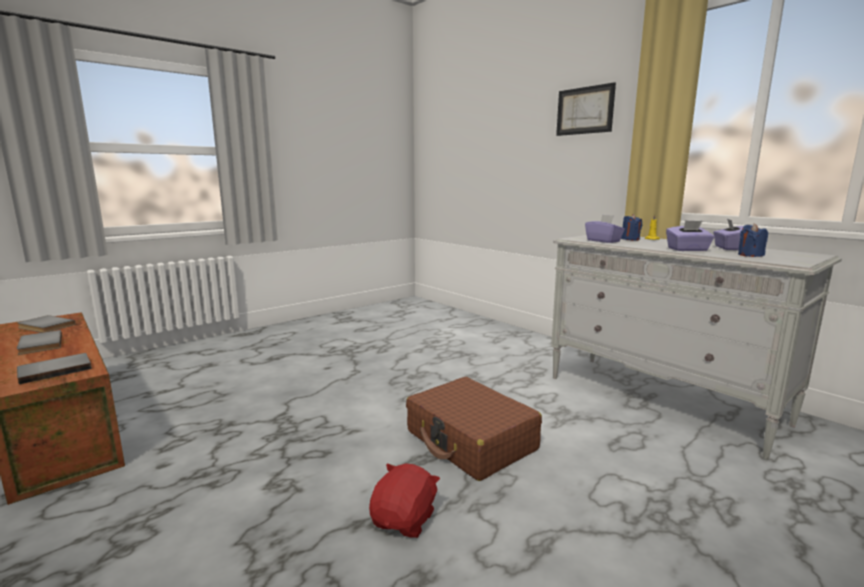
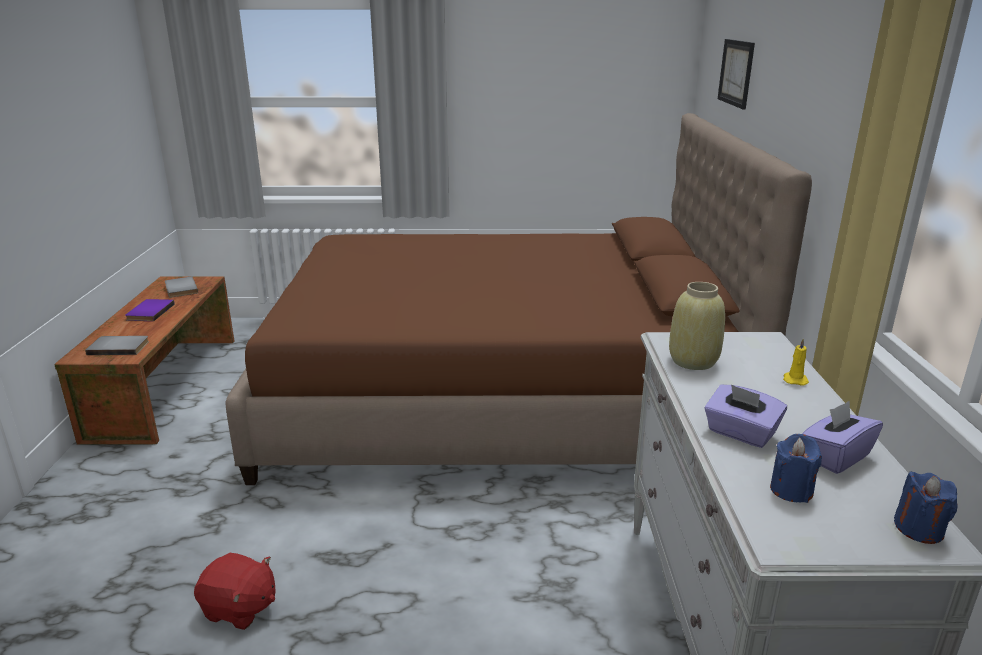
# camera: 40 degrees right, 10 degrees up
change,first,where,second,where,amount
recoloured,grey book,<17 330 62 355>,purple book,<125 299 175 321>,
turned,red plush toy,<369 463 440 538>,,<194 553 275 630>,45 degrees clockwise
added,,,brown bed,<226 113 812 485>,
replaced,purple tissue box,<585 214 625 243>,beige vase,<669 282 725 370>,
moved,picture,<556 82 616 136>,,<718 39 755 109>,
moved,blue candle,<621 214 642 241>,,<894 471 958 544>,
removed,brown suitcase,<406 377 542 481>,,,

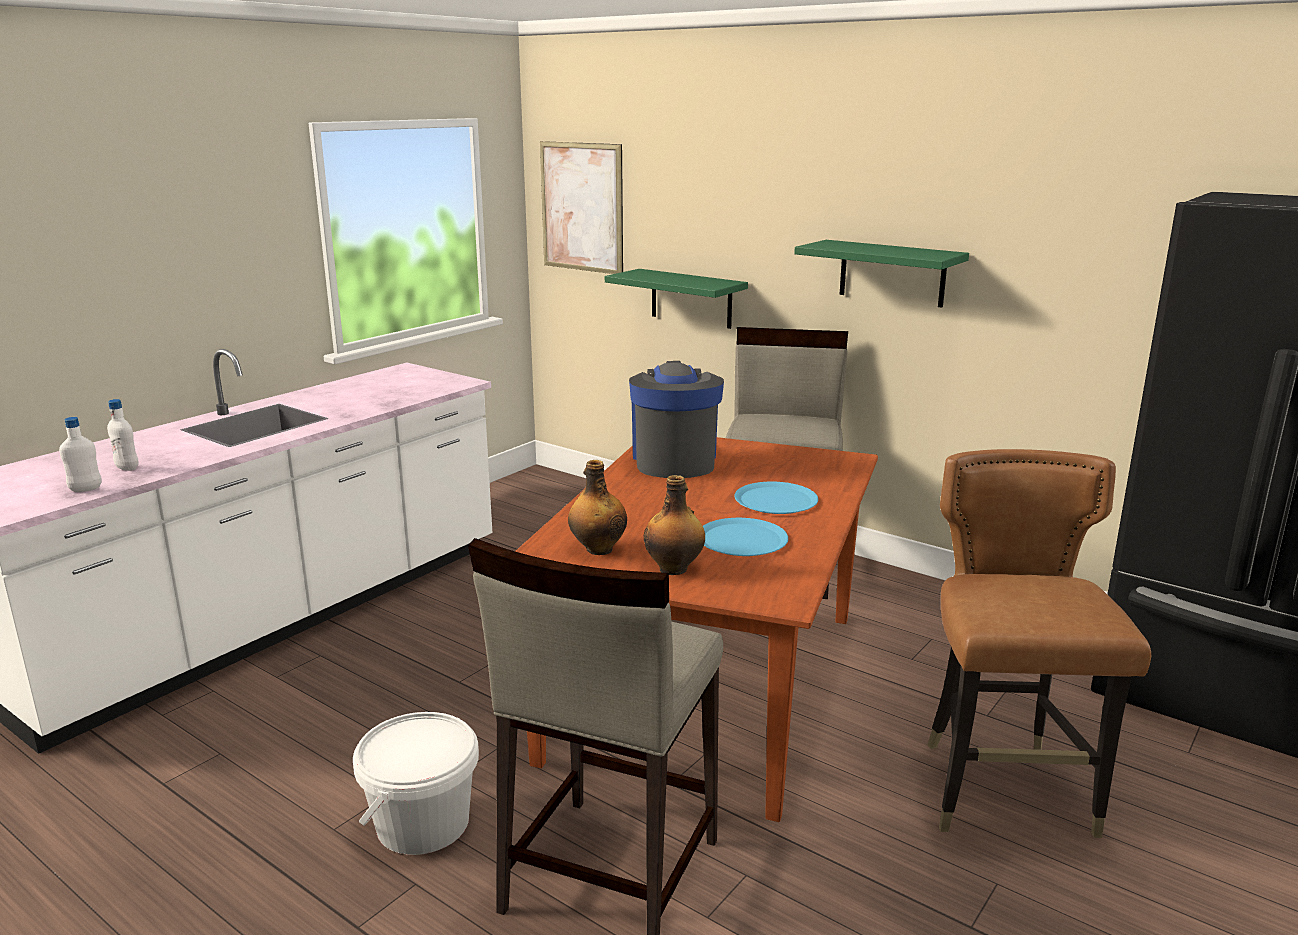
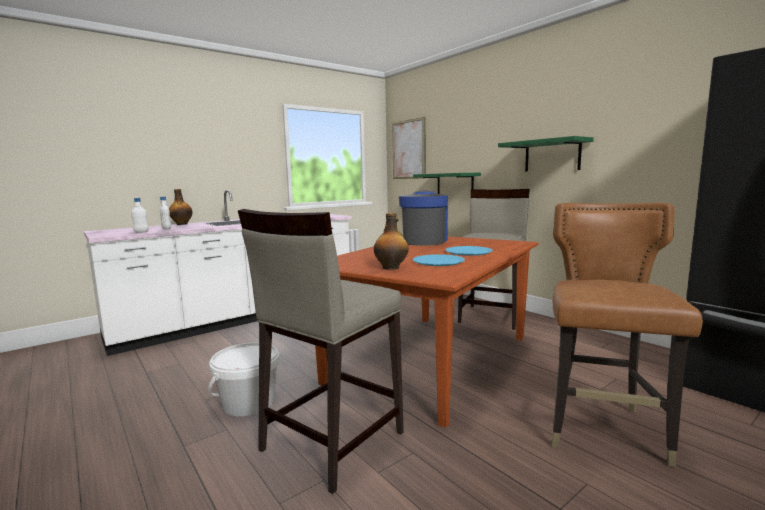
# camera: 15 degrees right, 10 degrees down
change,first,where,second,where,amount
moved,bottle,<568 460 627 555>,,<169 189 193 225>,

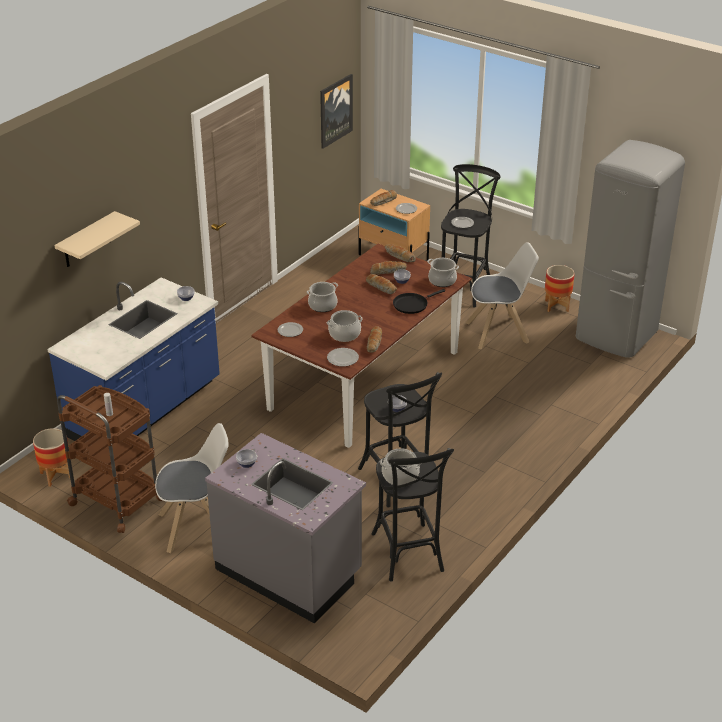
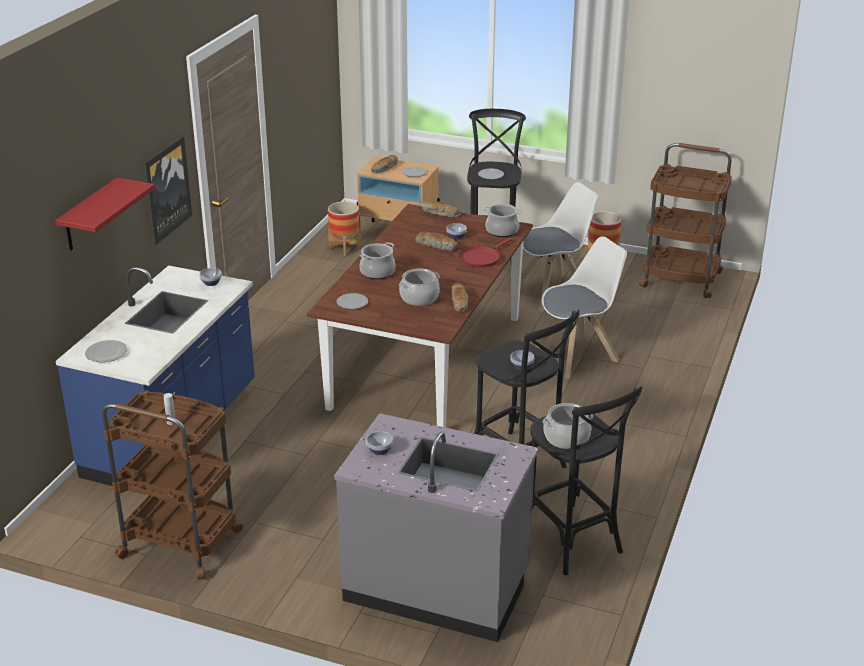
# camera: 15 degrees left, 5 degrees down
change,first,where,second,where,amount
recoloured,beige shelf,<55 211 140 267>,red shelf,<55 178 155 250>,
moved,plate,<327 348 359 367>,,<85 340 128 362>,
moved,picture,<320 74 353 149>,,<143 136 192 245>,
moved,planter,<33 428 70 487>,,<328 201 361 256>,
recoloured,black frying pan,<393 289 445 314>,red frying pan,<459 238 512 268>,
moved,chair,<155 423 229 553>,,<536 236 627 379>,
replaced,grey fridge,<576 140 685 358>,brown cart,<639 143 732 298>,
removed,bread,<370 261 407 275>,,,

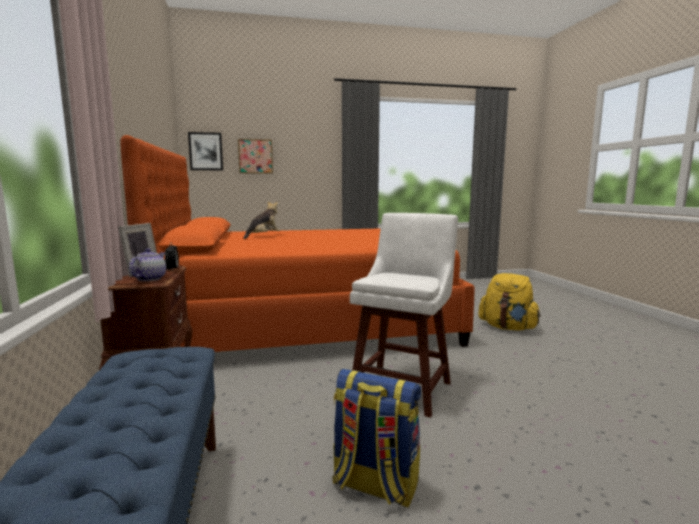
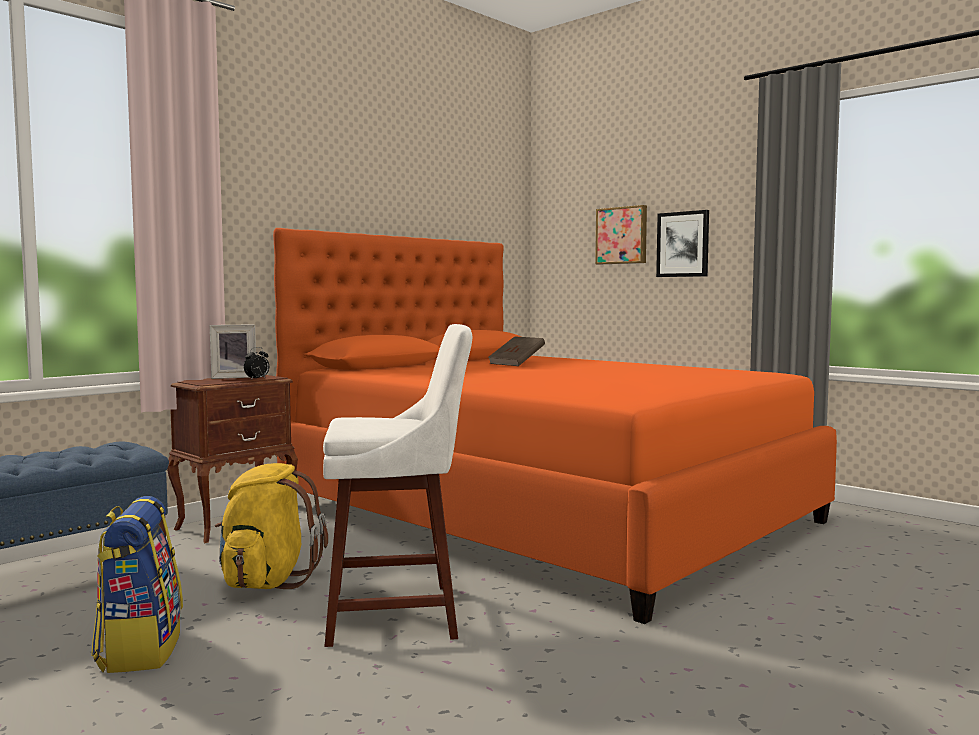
# camera: 55 degrees right, 5 degrees down
change,first,where,second,where,amount
moved,yellow backpack,<479 273 541 330>,,<215 463 328 589>,
replaced,plush toy,<243 201 280 239>,brown book,<488 336 545 366>,
moved,picture,<188 132 223 170>,,<656 210 709 277>,
removed,teapot,<129 248 166 281>,,,

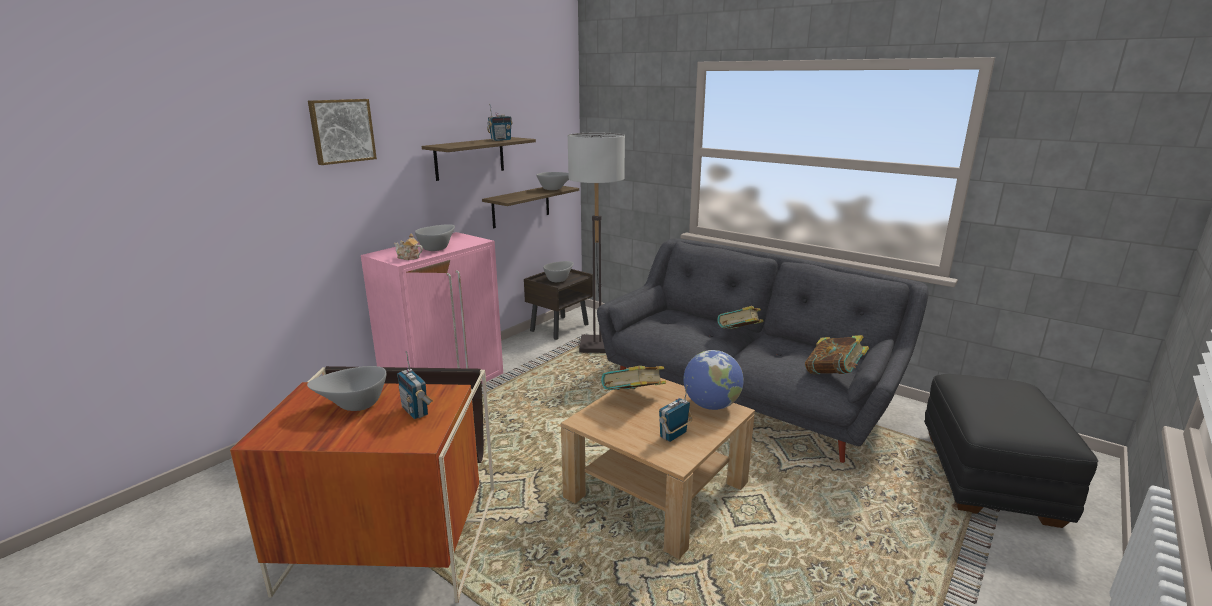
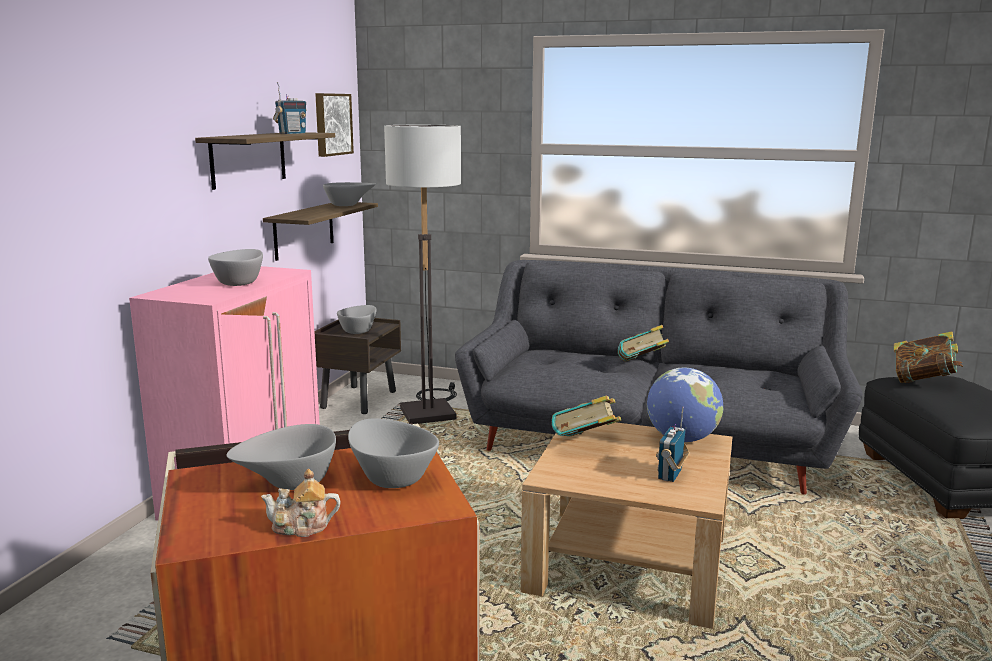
# camera: 20 degrees left, 5 degrees down
change,first,where,second,where,amount
moved,teapot,<394 234 423 260>,,<261 469 340 537>,
moved,picture,<308 99 377 165>,,<315 93 354 157>,
replaced,radio,<397 351 432 419>,grey bowl,<348 418 439 488>,
moved,book,<805 335 869 374>,,<894 331 963 383>,

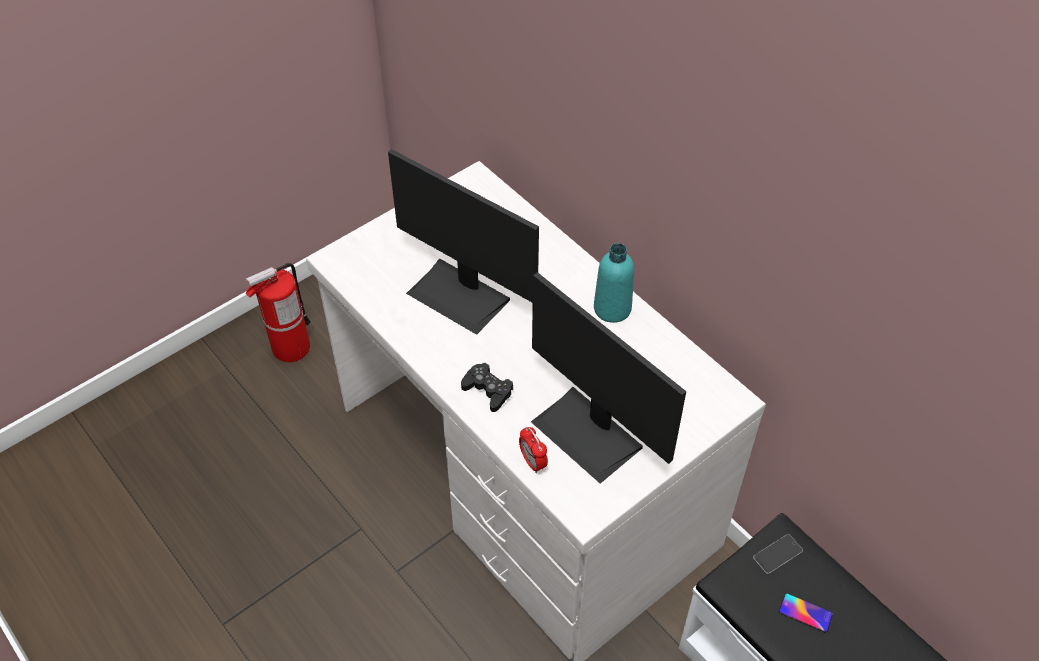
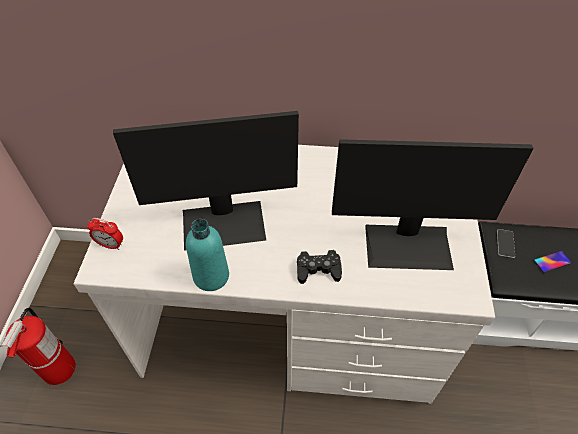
# camera: 45 degrees left, 0 degrees up
change,first,where,second,where,amount
moved,alarm clock,<519 427 548 473>,,<87 218 123 250>,
moved,turquoise bottle,<594 243 634 323>,,<186 219 229 291>,

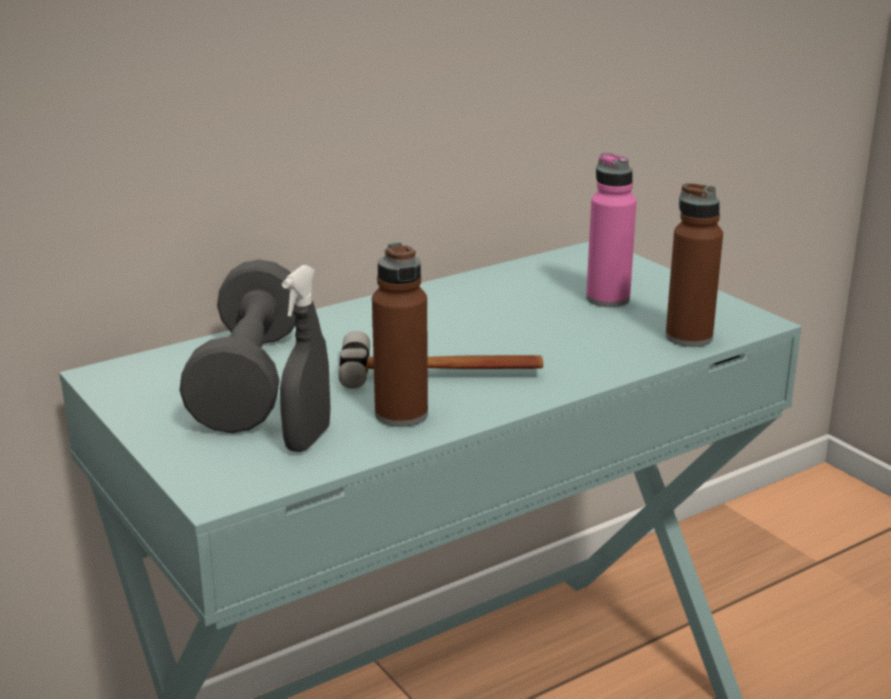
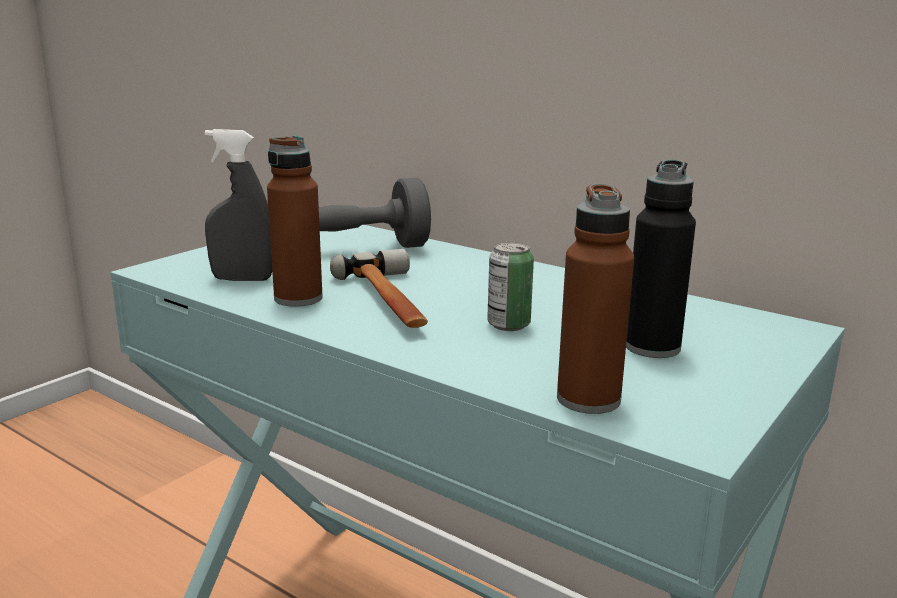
# camera: 70 degrees right, 5 degrees down
change,first,where,second,where,amount
added,,,can,<487 241 534 331>,
recoloured,pink bottle,<586 153 637 307>,black bottle,<626 159 696 358>,

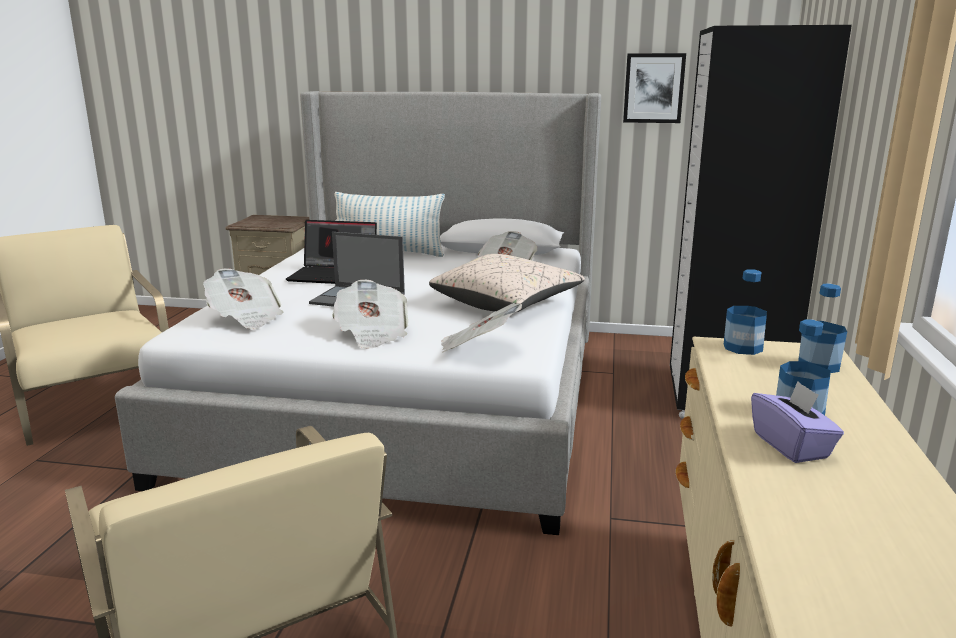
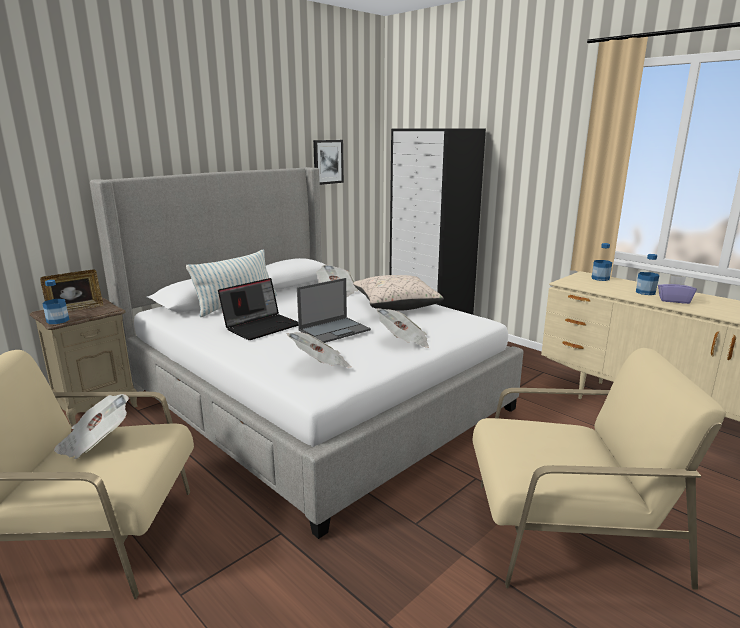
# camera: 55 degrees left, 0 degrees up
change,first,where,second,where,amount
added,,,picture frame,<40 269 103 312>,
moved,bottle,<724 269 767 355>,,<42 280 70 324>,
moved,newspaper,<441 303 522 352>,,<54 394 129 459>,

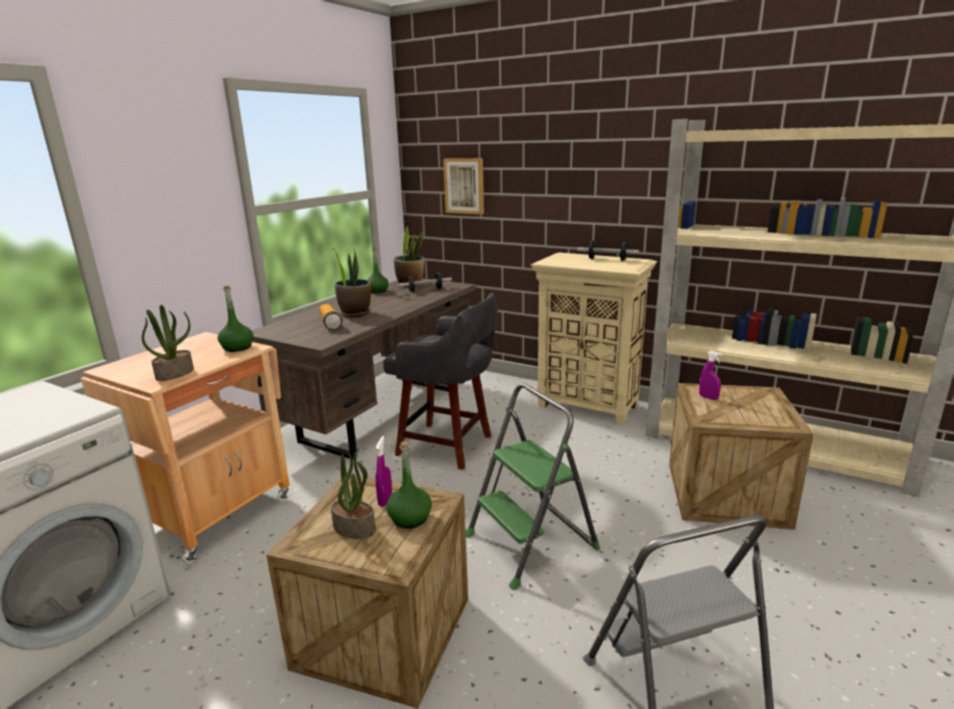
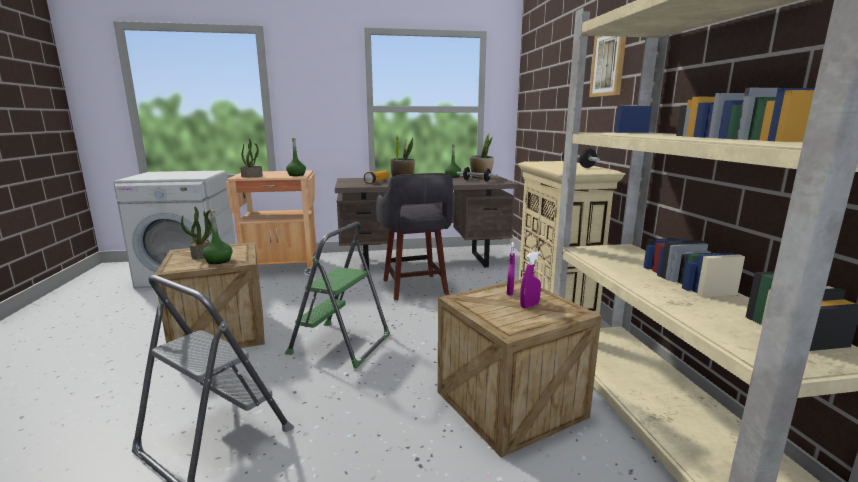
# camera: 50 degrees right, 5 degrees down
change,first,where,second,where,amount
moved,purple spray bottle,<376 436 392 507>,,<520 251 541 308>,
moved,picture,<443 158 484 214>,,<589 36 626 97>,

